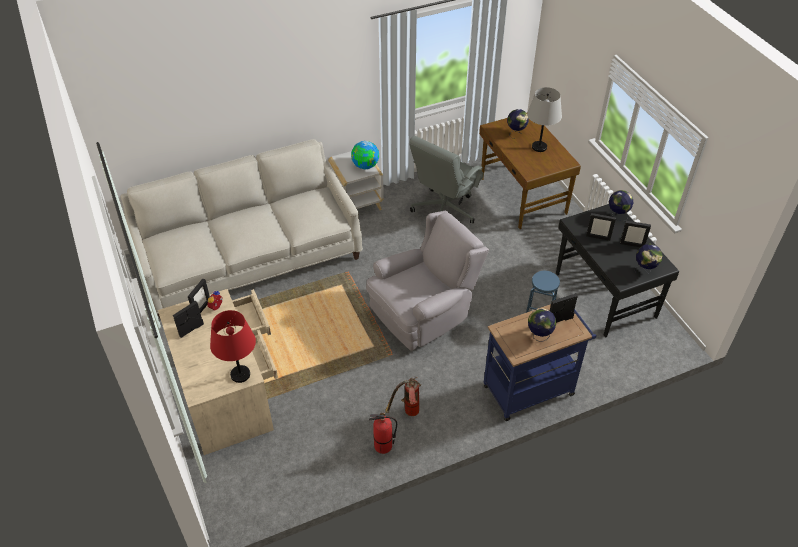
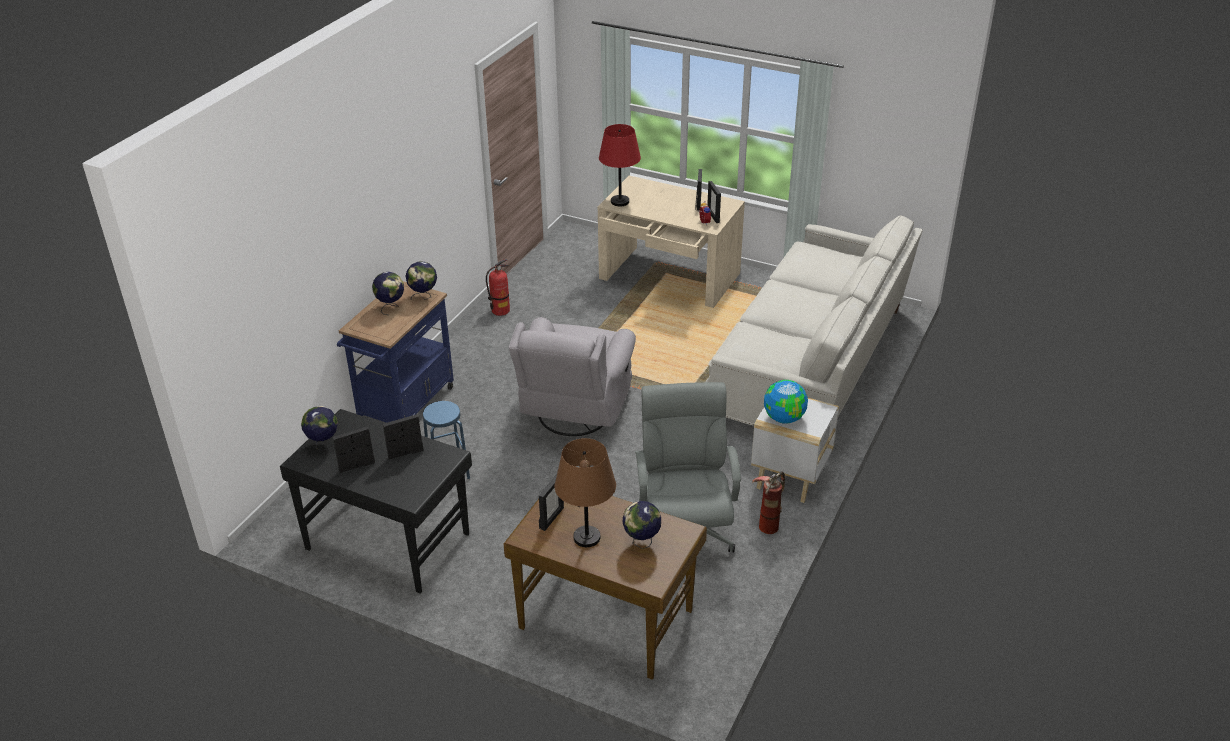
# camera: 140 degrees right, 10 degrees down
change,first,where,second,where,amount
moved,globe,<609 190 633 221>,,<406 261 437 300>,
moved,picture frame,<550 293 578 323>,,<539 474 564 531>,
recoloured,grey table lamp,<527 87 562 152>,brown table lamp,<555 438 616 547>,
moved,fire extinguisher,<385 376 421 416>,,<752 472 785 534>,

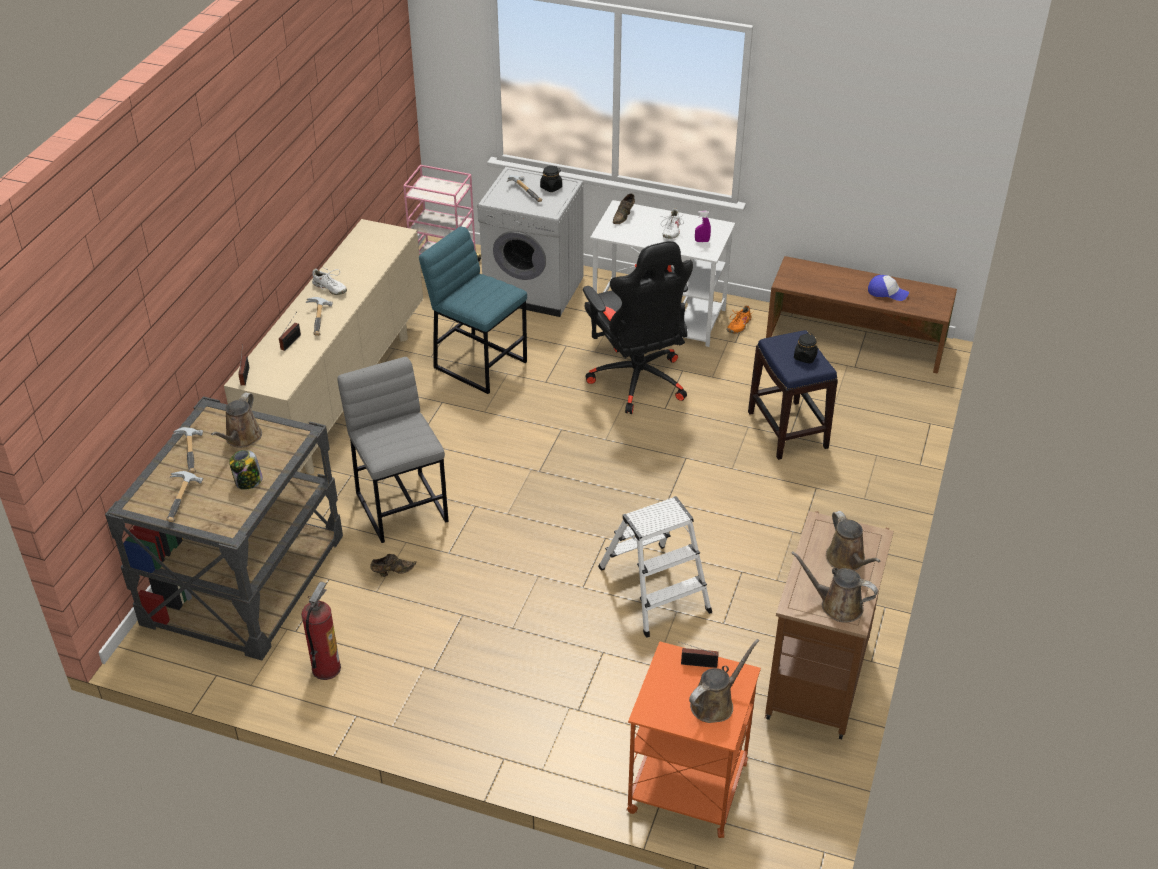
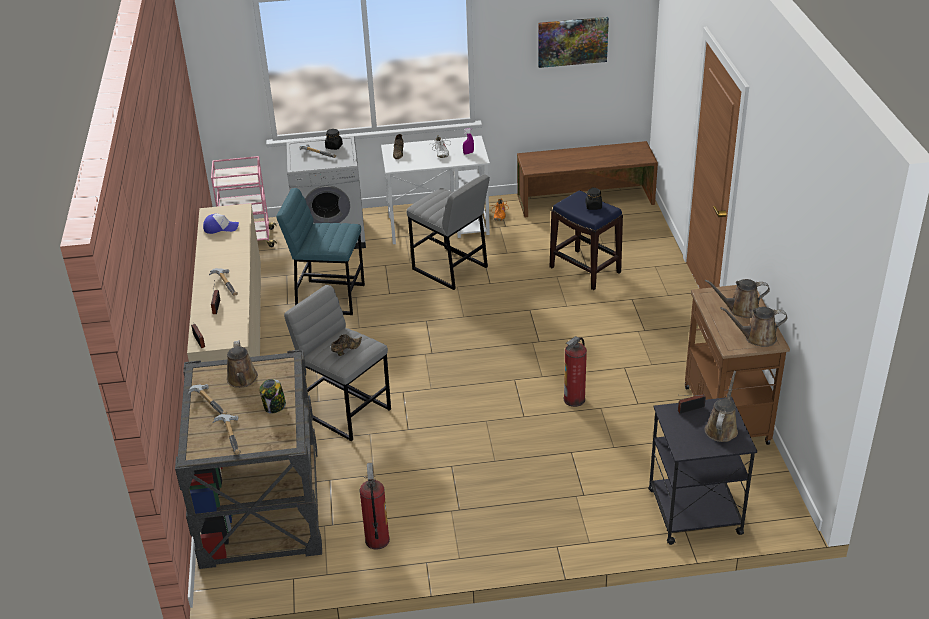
# camera: 25 degrees left, 5 degrees down
change,first,where,second,where,amount
moved,cap,<868 275 909 301>,,<203 214 239 234>,
moved,brown shoe,<370 554 417 577>,,<331 334 362 356>,
replaced,black office chair,<583 241 693 414>,grey stool,<407 174 490 290>,
added,,,picture,<538 17 609 68>,
replaced,white step ladder,<598 496 712 638>,fire extinguisher,<564 336 587 407>,
recoloured,orange cart,<627 641 761 838>,black cart,<648 397 757 545>,
turned,brown watering can,<826 511 881 571>,,<705 279 770 318>,135 degrees clockwise
removed,white shoe,<312 268 347 295>,,,

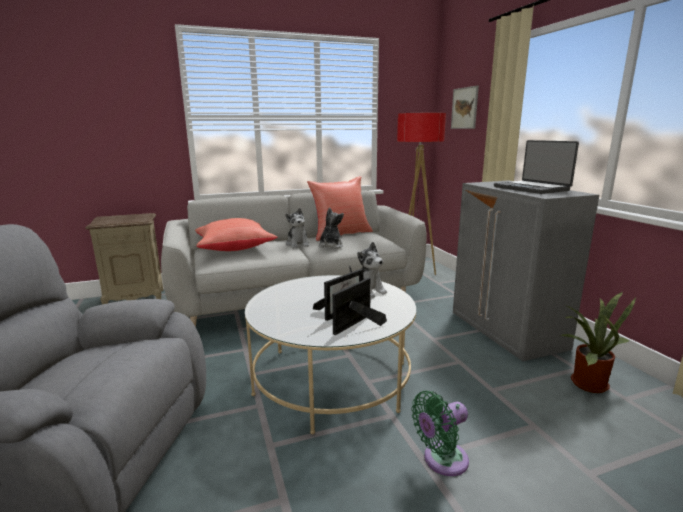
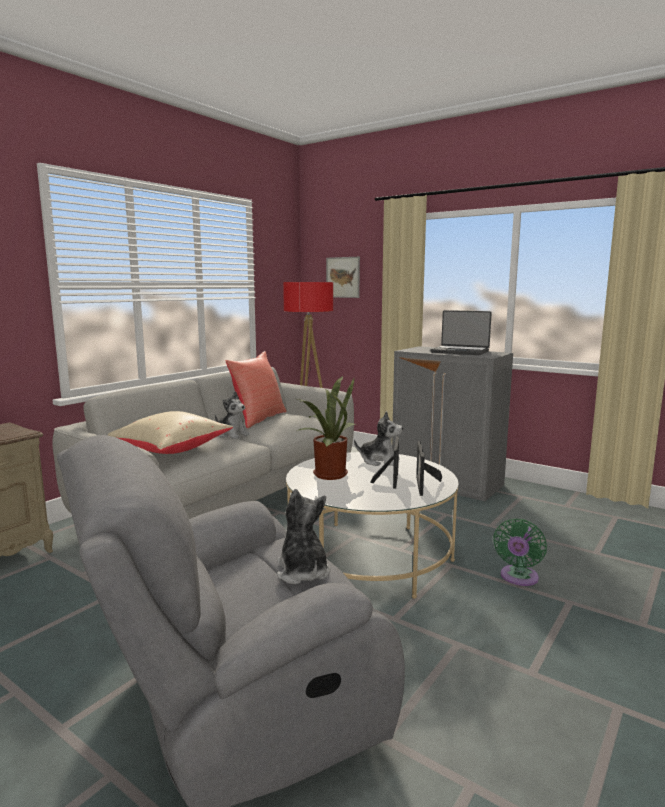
# camera: 35 degrees left, 5 degrees down
change,first,where,second,where,amount
recoloured,red pillow,<195 218 277 251>,beige pillow,<108 411 233 454>,
moved,plush toy,<319 207 344 249>,,<277 489 330 584>,
moved,potted plant,<561 292 636 393>,,<297 376 355 480>,

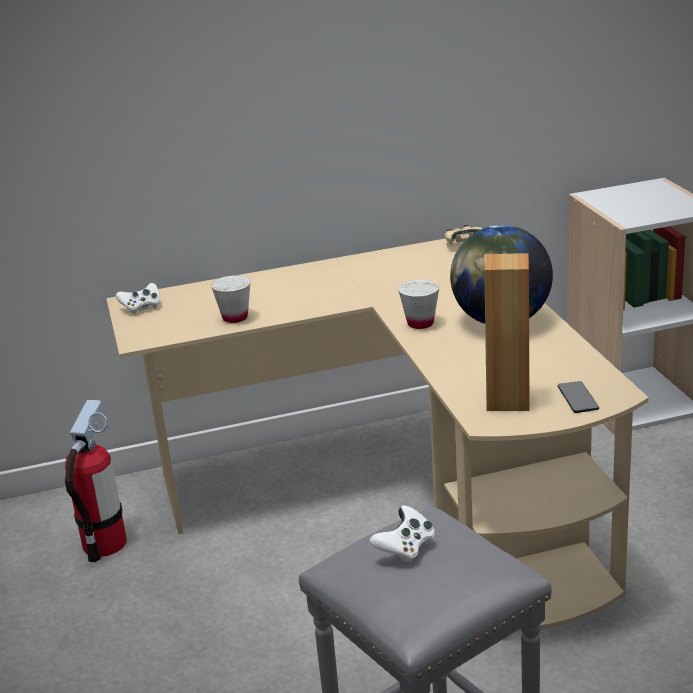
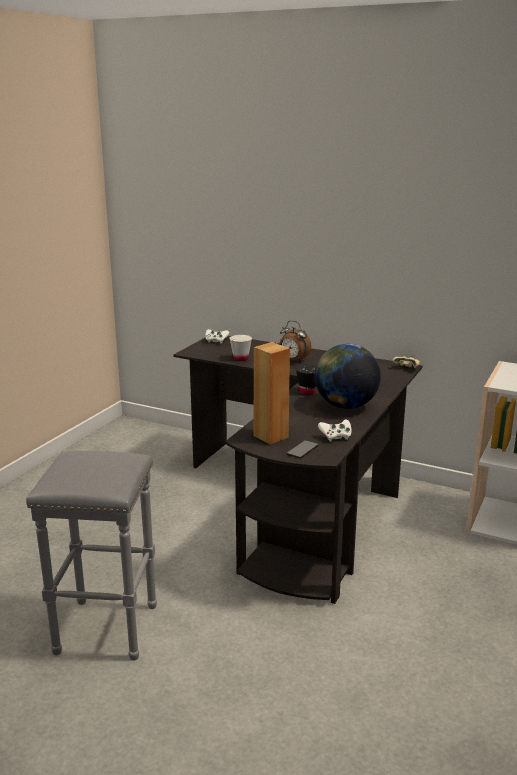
# camera: 40 degrees right, 5 degrees down
change,first,where,second,where,amount
recoloured,beige desk,<106 239 649 632>,black desk,<173 336 423 604>,
added,,,alarm clock,<279 320 311 363>,
recoloured,white cup,<398 280 439 329>,black cup,<296 365 317 395>,
moved,white game controller,<370 505 435 563>,,<318 419 352 442>,
removed,fire extinguisher,<65 400 127 562>,,,

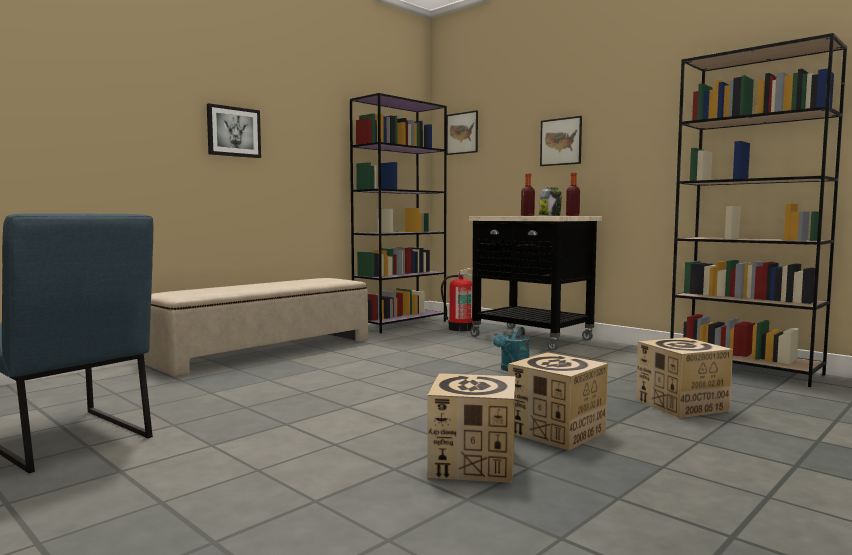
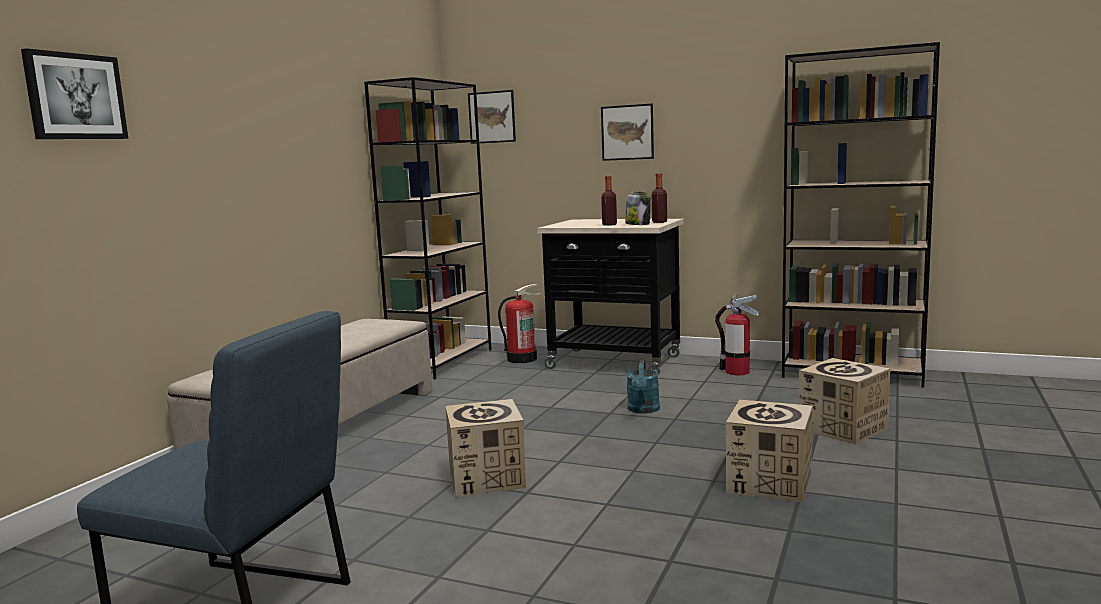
# camera: 20 degrees left, 5 degrees up
change,first,where,second,where,amount
moved,picture,<207 103 261 158>,,<21 48 129 139>,
recoloured,purple bookcase,<350 93 447 333>,beige bookcase,<364 77 492 379>,
moved,cardboard box,<427 373 515 483>,,<445 399 526 497>,
added,,,fire extinguisher,<715 294 759 375>,

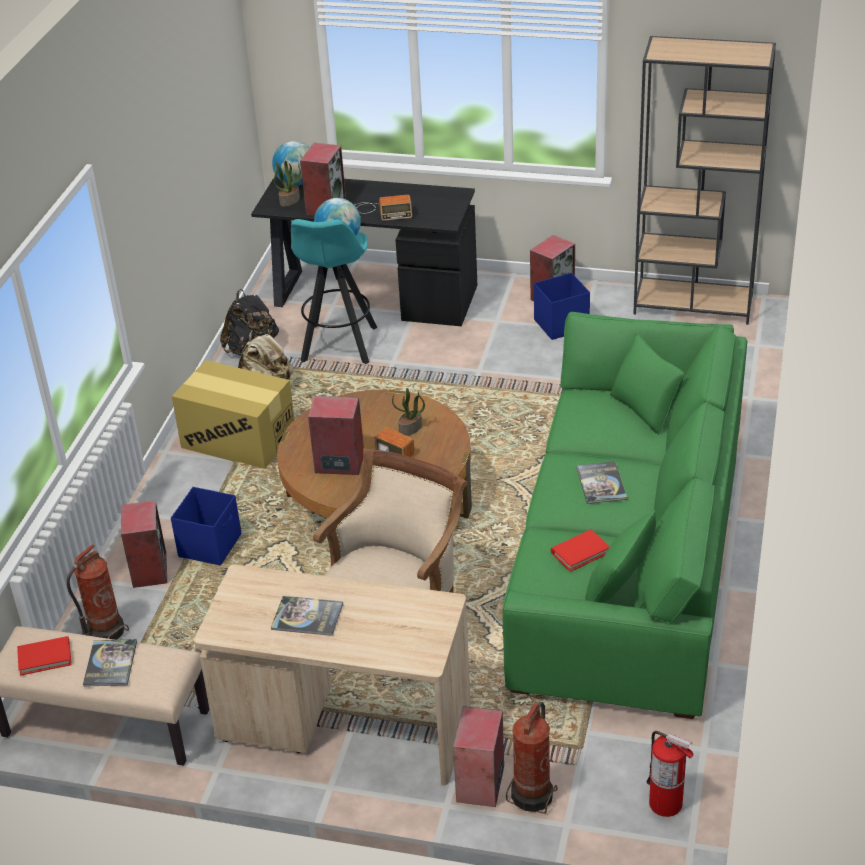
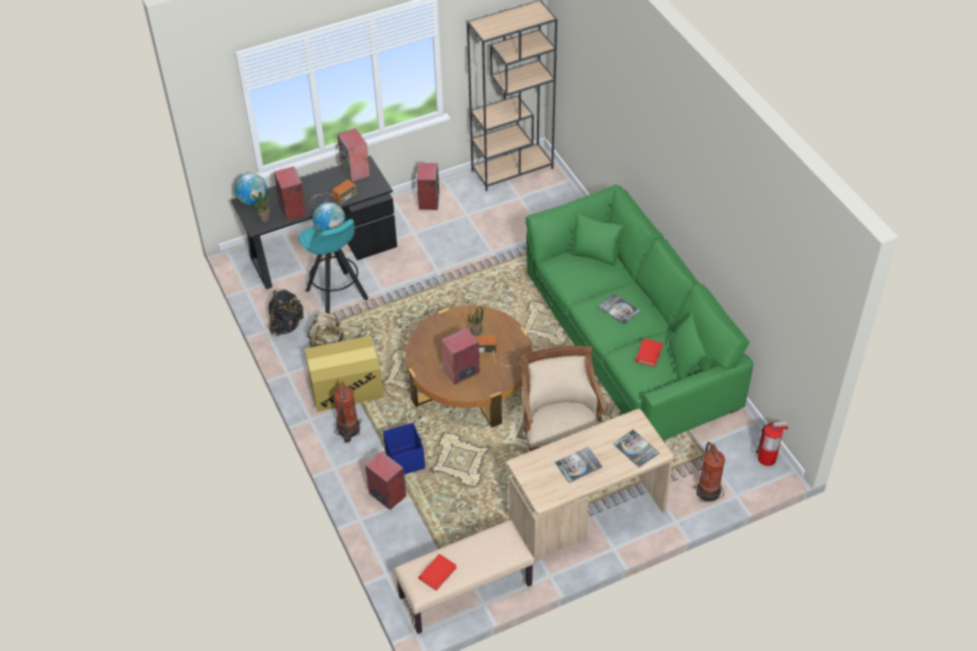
# camera: 40 degrees left, 10 degrees up
change,first,where,second,where,amount
moved,fire extinguisher,<67 544 129 640>,,<334 381 361 443>,
moved,speaker,<453 706 504 807>,,<337 128 370 182>,
moved,book,<83 639 137 687>,,<613 429 659 468>,
removed,blue storage box,<534 273 590 340>,,,

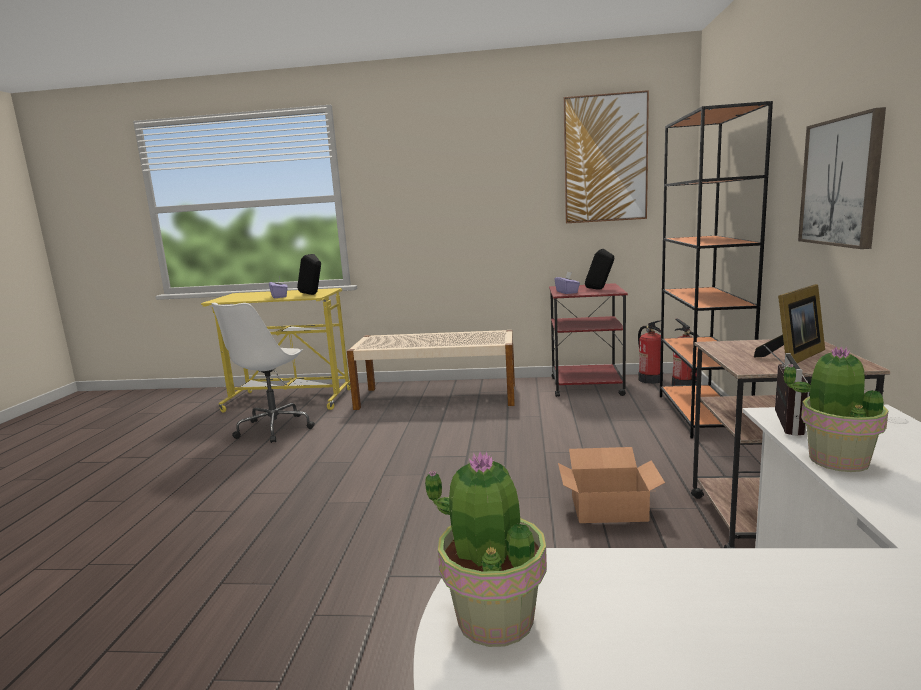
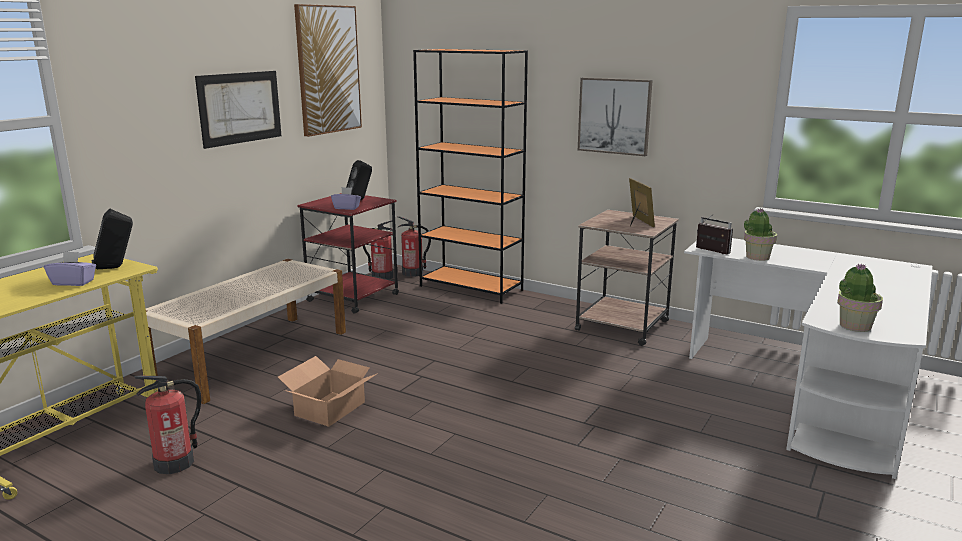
# camera: 65 degrees left, 5 degrees up
change,first,where,second,where,amount
replaced,white office chair,<211 303 315 443>,fire extinguisher,<134 376 201 474>,
added,,,picture,<195 71 281 149>,
moved,cardboard box,<558 447 665 523>,,<278 356 378 427>,

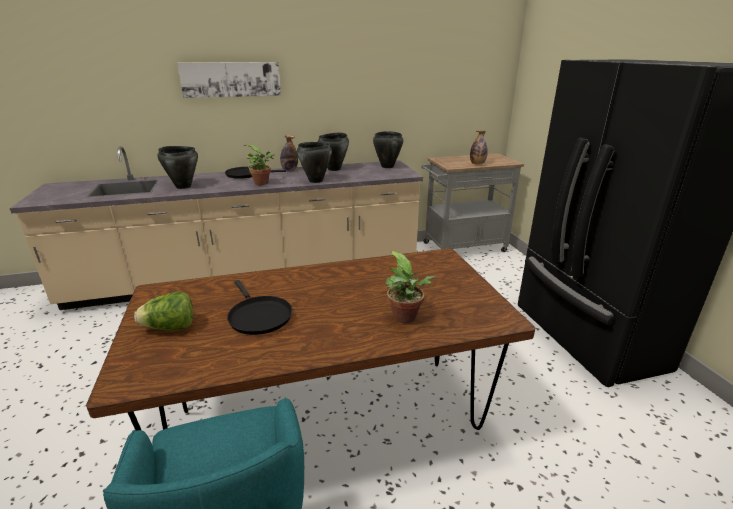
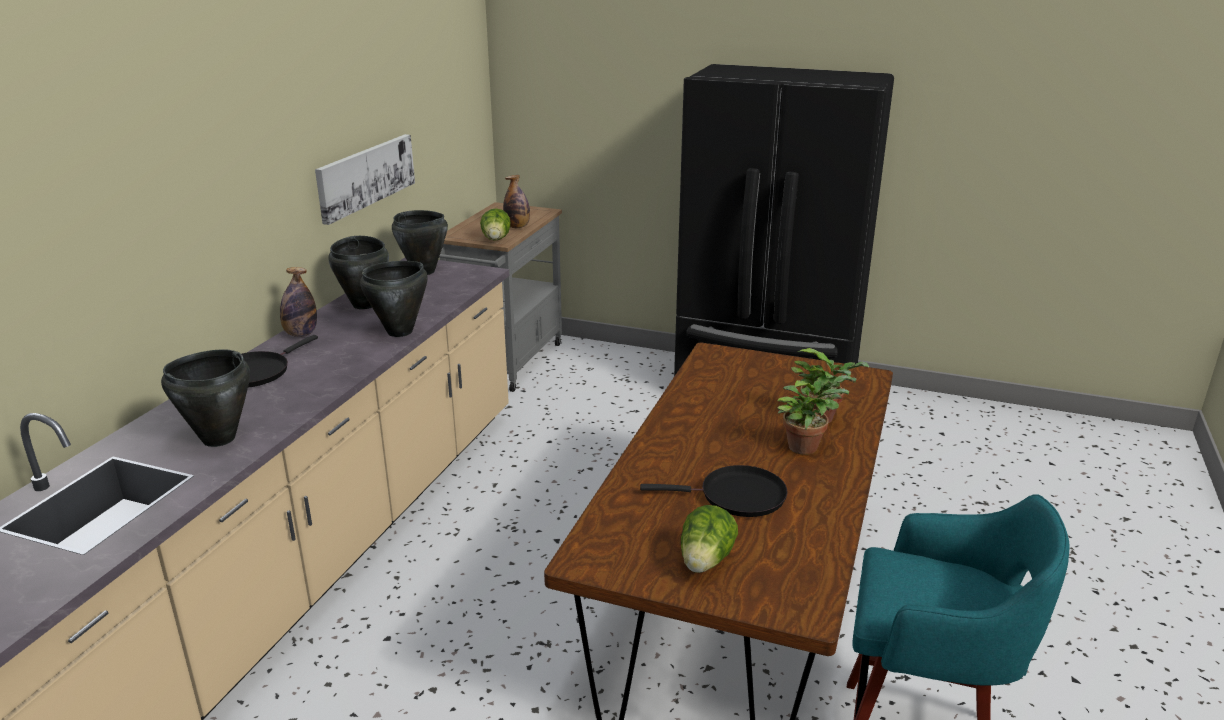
# camera: 55 degrees left, 0 degrees up
change,first,where,second,where,amount
moved,picture,<177 62 281 98>,,<315 134 415 225>,
added,,,lettuce,<480 208 511 241>,
moved,potted plant,<244 145 275 185>,,<777 375 853 455>,

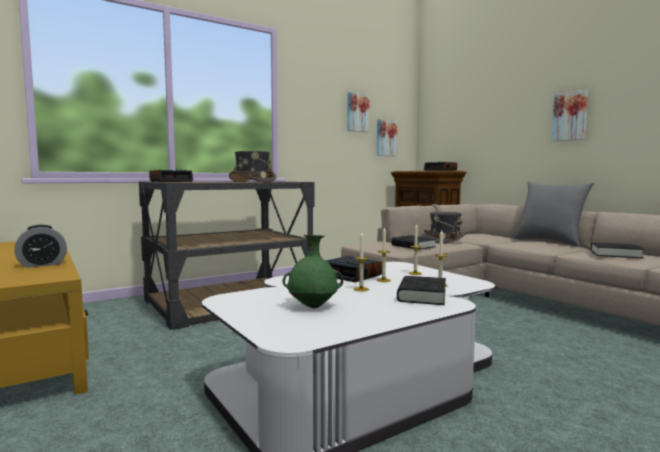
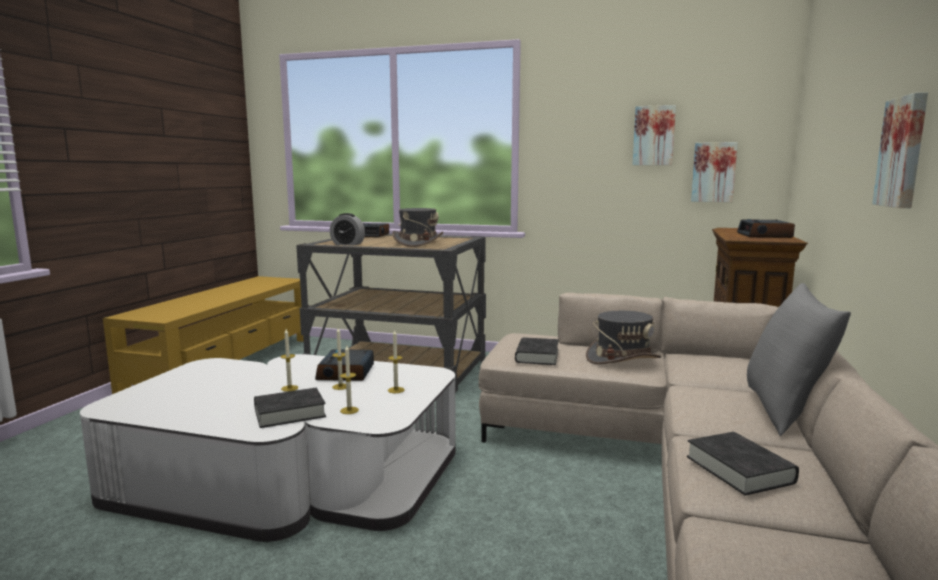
# camera: 50 degrees right, 5 degrees up
change,first,where,second,where,amount
moved,alarm clock,<14 225 67 268>,,<330 213 365 246>,
removed,green vase,<282 235 343 308>,,,

